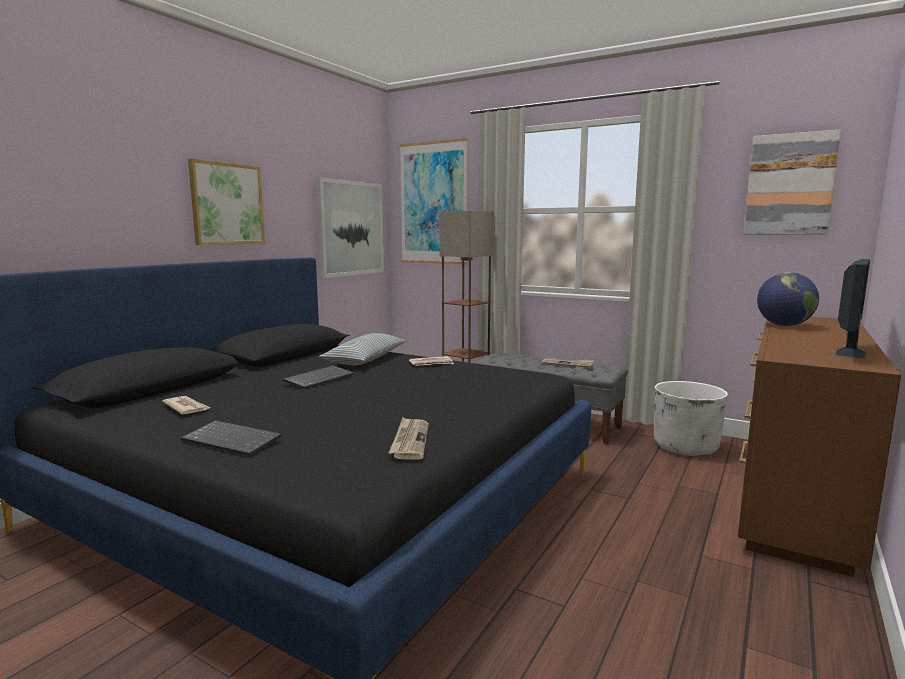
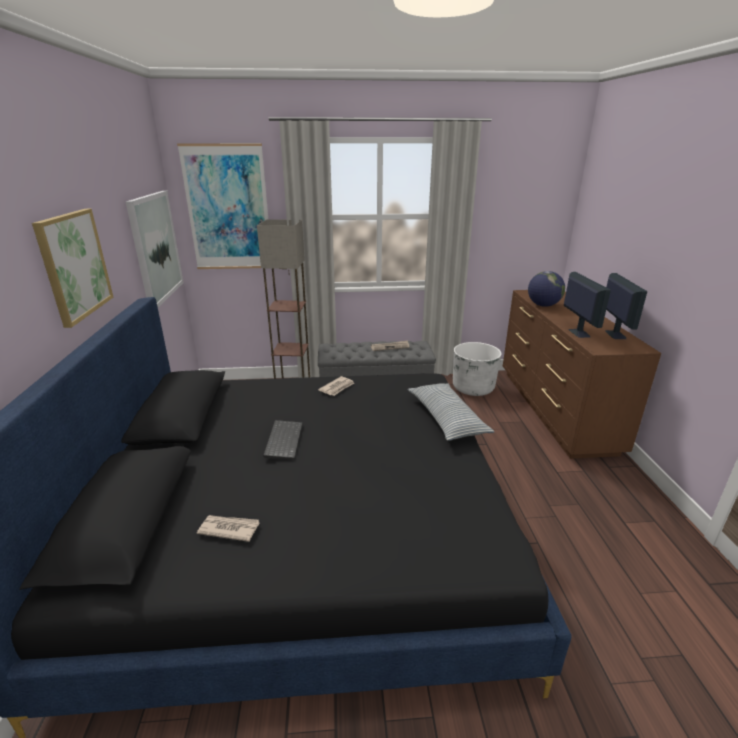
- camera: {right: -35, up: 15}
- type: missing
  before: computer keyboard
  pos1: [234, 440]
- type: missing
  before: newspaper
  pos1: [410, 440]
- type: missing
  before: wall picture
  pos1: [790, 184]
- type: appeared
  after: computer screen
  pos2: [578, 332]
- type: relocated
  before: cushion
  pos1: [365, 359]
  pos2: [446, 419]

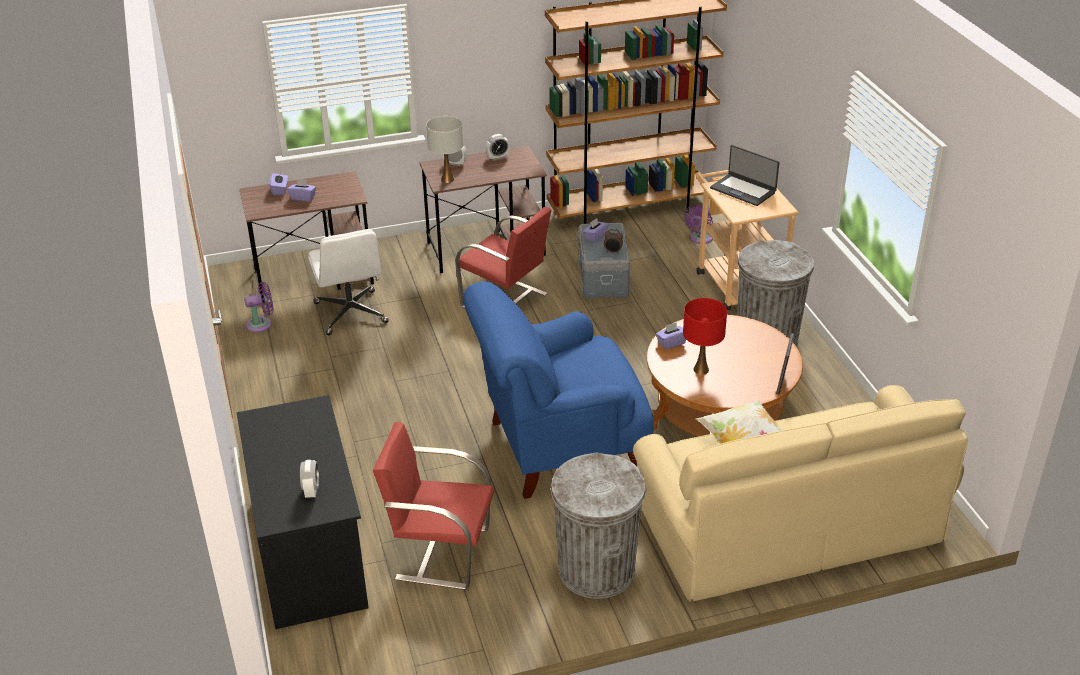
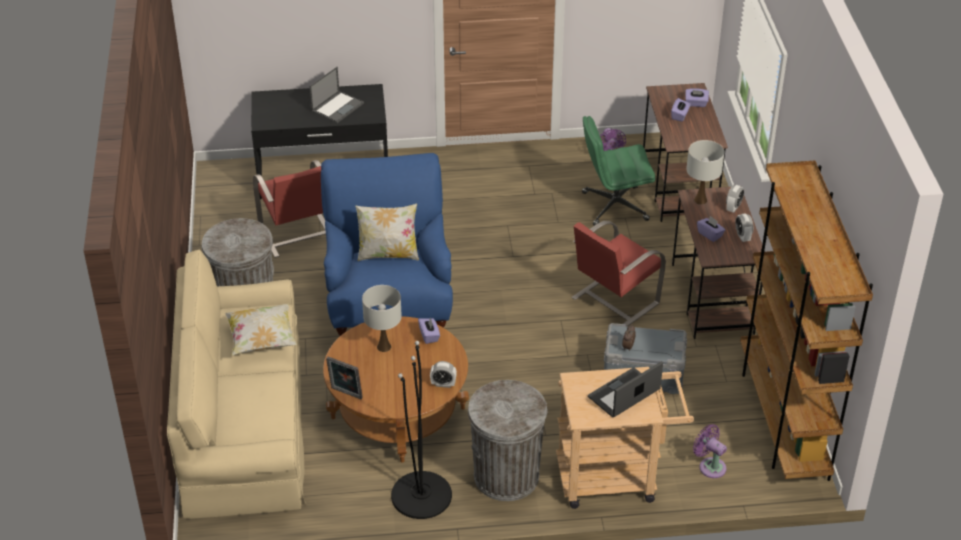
- camera: {right: 100, up: 5}
- type: appeared
  after: laptop
  pos2: [338, 107]
- type: appeared
  after: cushion
  pos2: [388, 254]
- type: appeared
  after: black-coloured floor lamp
  pos2: [421, 495]
- type: relocated
  before: alarm clock
  pos1: [311, 490]
  pos2: [443, 384]
- type: relocated
  before: purple tissue box
  pos1: [595, 237]
  pos2: [710, 234]
- type: colour
  before: whitish office chair
  after: green-coloured office chair
  pos1: [351, 313]
  pos2: [614, 206]
- type: colour
  before: red table lamp
  after: whitish table lamp
  pos1: [701, 369]
  pos2: [384, 347]
- type: spun
  before: red chair
  pos1: [441, 552]
  pos2: [297, 234]
  turn: 135

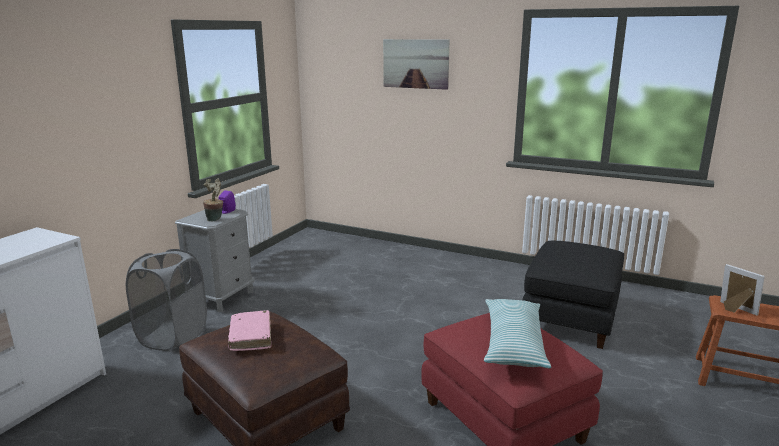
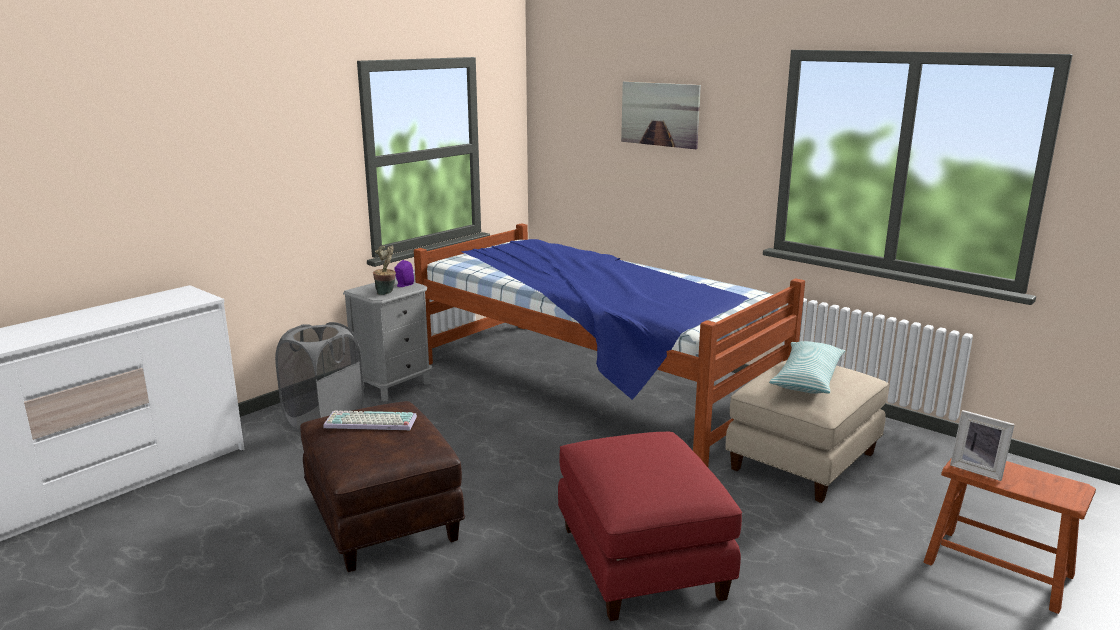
- camera: {right: 15, up: 0}
- type: appeared
  after: bed
  pos2: [593, 385]
- type: relocated
  before: cushion
  pos1: [513, 343]
  pos2: [807, 378]
- type: exchanged
  before: pinkish bound book
  after: computer keyboard
  pos1: [250, 336]
  pos2: [369, 423]
- type: colour
  before: black-coloured footrest
  after: beige footrest
  pos1: [569, 318]
  pos2: [802, 460]
- type: spun
  before: standing frame
  pos1: [735, 310]
  pos2: [978, 469]
  turn: 150

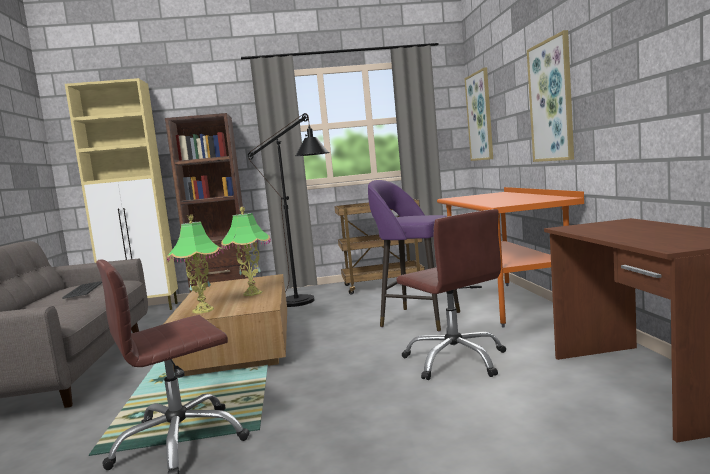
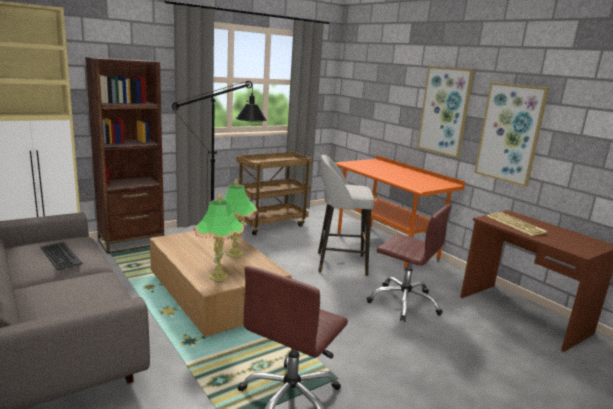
- camera: {right: -30, up: 10}
- type: appeared
  after: computer keyboard
  pos2: [516, 224]
- type: relocated
  before: wall picture
  pos1: [480, 116]
  pos2: [510, 133]
- type: colour
  before: purple stool seat
  after: grey stool seat
  pos1: [418, 319]
  pos2: [339, 263]

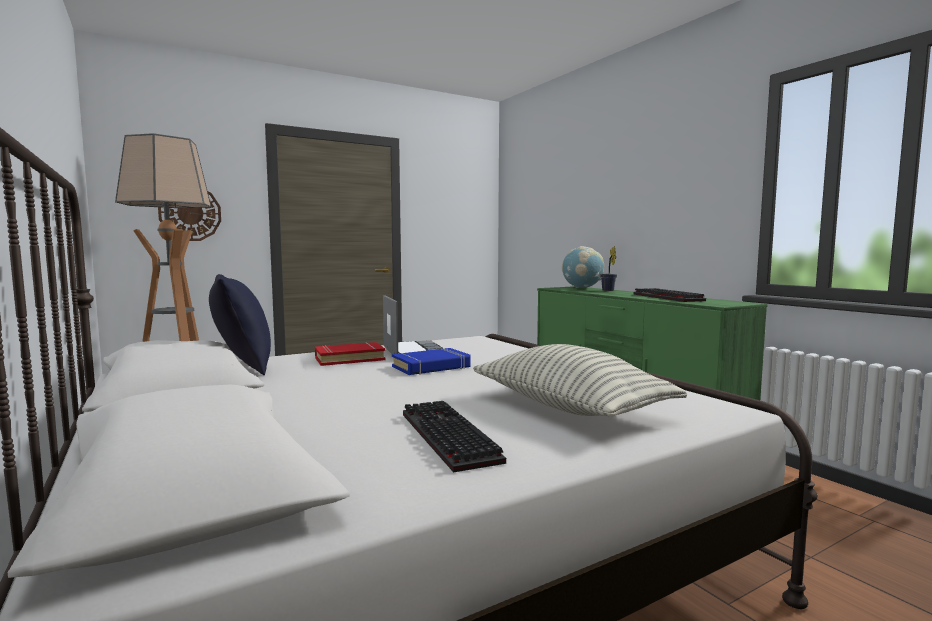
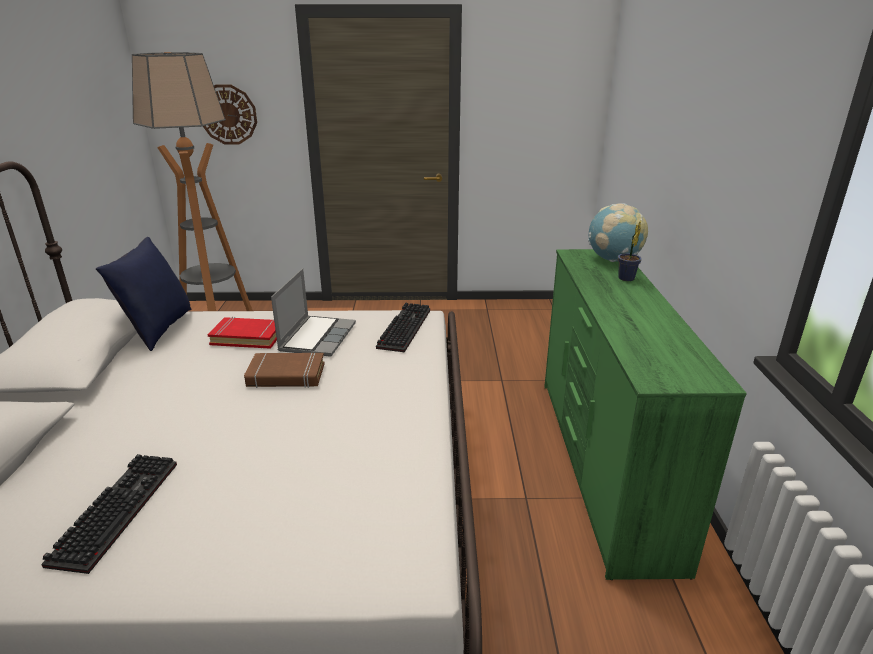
- camera: {right: 30, up: 20}
- type: missing
  before: cushion
  pos1: [569, 407]
- type: relocated
  before: computer keyboard
  pos1: [665, 297]
  pos2: [403, 328]
- type: colour
  before: blue bound book
  after: brown-coloured bound book
  pos1: [431, 367]
  pos2: [286, 375]

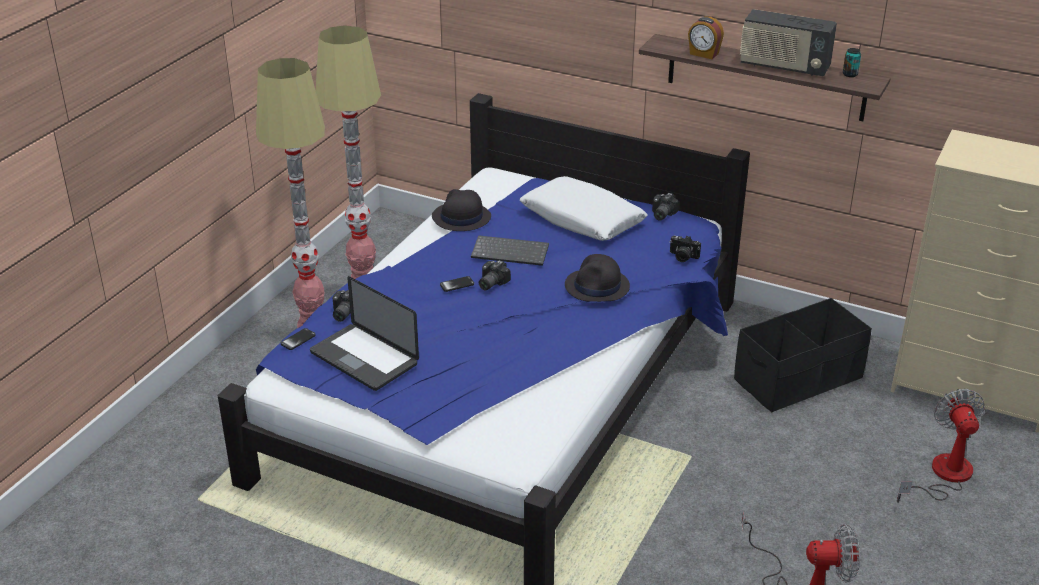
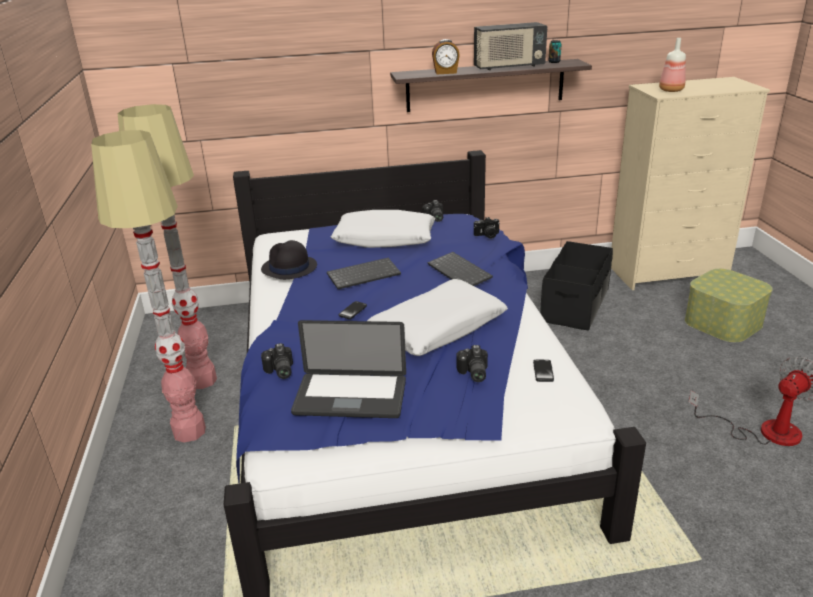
- camera: {right: -35, up: -5}
- type: appeared
  after: whitish cushion
  pos2: [437, 328]
- type: appeared
  after: bottle
  pos2: [670, 90]
- type: relocated
  before: phone
  pos1: [298, 340]
  pos2: [543, 371]
- type: relocated
  before: photo camera
  pos1: [490, 283]
  pos2: [472, 373]
- type: exchanged
  before: black-coloured clothing hat
  after: computer keyboard
  pos1: [597, 286]
  pos2: [461, 272]
- type: exchanged
  before: electric fan
  after: storage bin
  pos1: [942, 476]
  pos2: [723, 322]

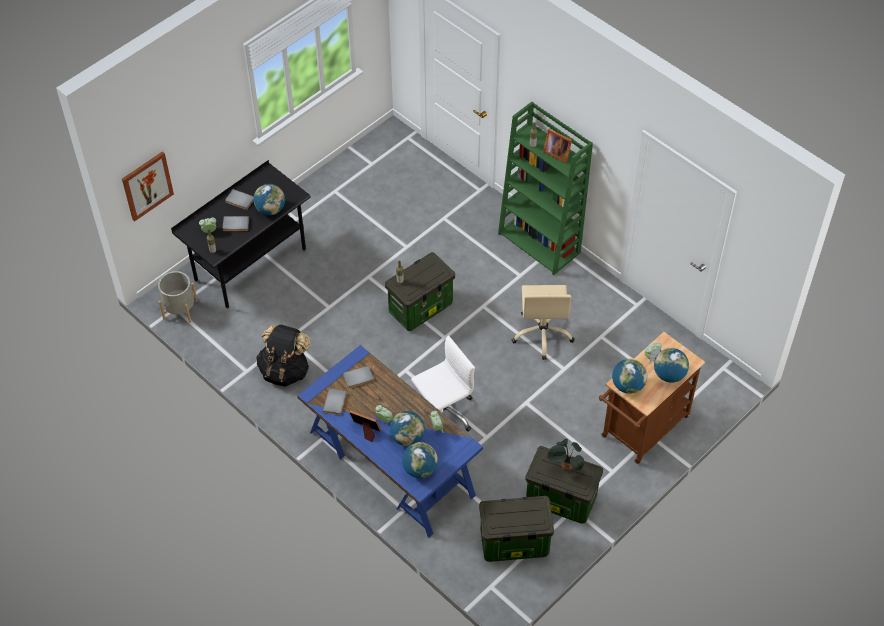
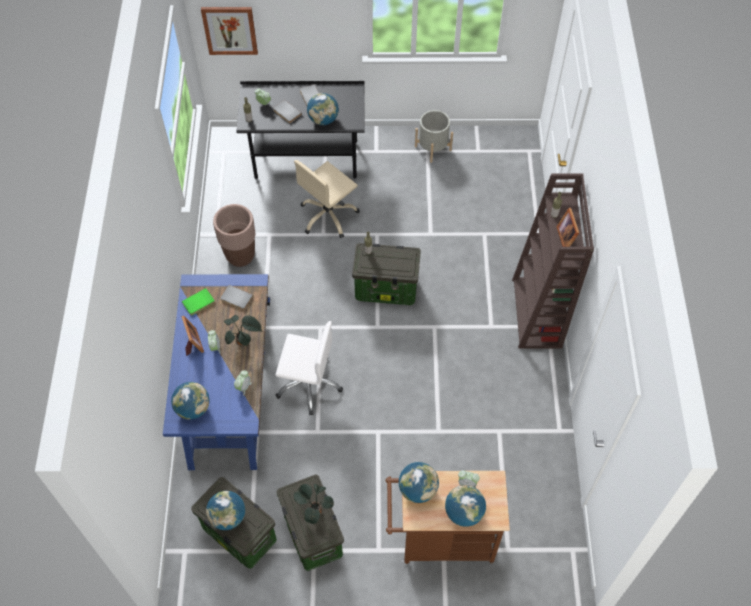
- camera: {right: 45, up: 5}
- type: appeared
  after: plant in a pot
  pos2: [244, 342]
- type: relocated
  before: grey planter
  pos1: [180, 309]
  pos2: [433, 148]
- type: relocated
  before: desk globe
  pos1: [407, 437]
  pos2: [228, 517]
- type: relocated
  before: beige office chair
  pos1: [542, 334]
  pos2: [328, 216]
- type: exchanged
  before: black-coloured knapsack
  after: brown-coloured planter
  pos1: [285, 370]
  pos2: [240, 256]
- type: colour
  before: grey bound book
  after: green-coloured bound book
  pos1: [336, 402]
  pos2: [199, 303]
- type: colour
  before: green-coloured bookcase
  after: brown-coloured bookcase
  pos1: [540, 243]
  pos2: [537, 313]

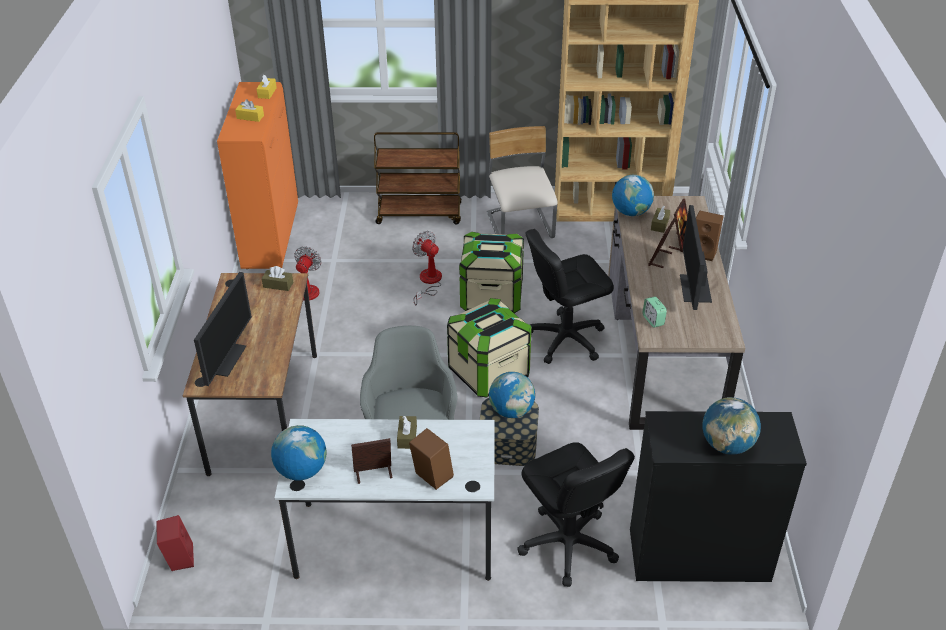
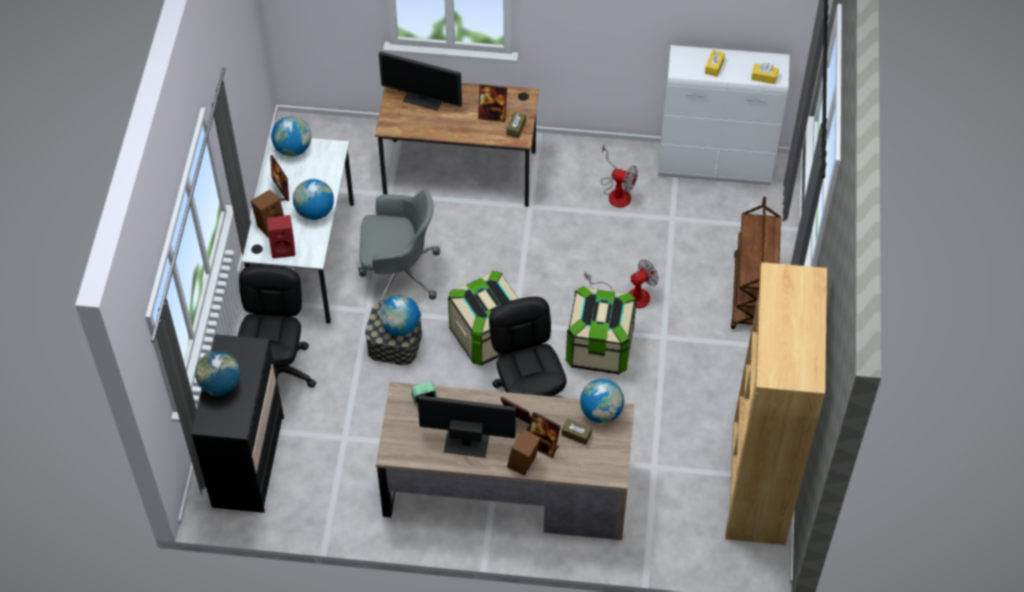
- camera: {right: 95, up: 15}
- type: missing
  before: beige chair
  pos1: [520, 227]
- type: appeared
  after: standing frame
  pos2: [492, 116]
- type: relocated
  before: red loudspeaker
  pos1: [179, 558]
  pos2: [283, 247]
- type: exchanged
  before: brown-coloured tissue box
  after: desk globe
  pos1: [407, 437]
  pos2: [315, 211]
- type: colour
  before: orange-coloured cupboard
  after: whitish cupboard
  pos1: [271, 237]
  pos2: [715, 166]
- type: spun
  before: black-coloured office chair
  pos1: [568, 545]
  pos2: [278, 372]
  turn: 120

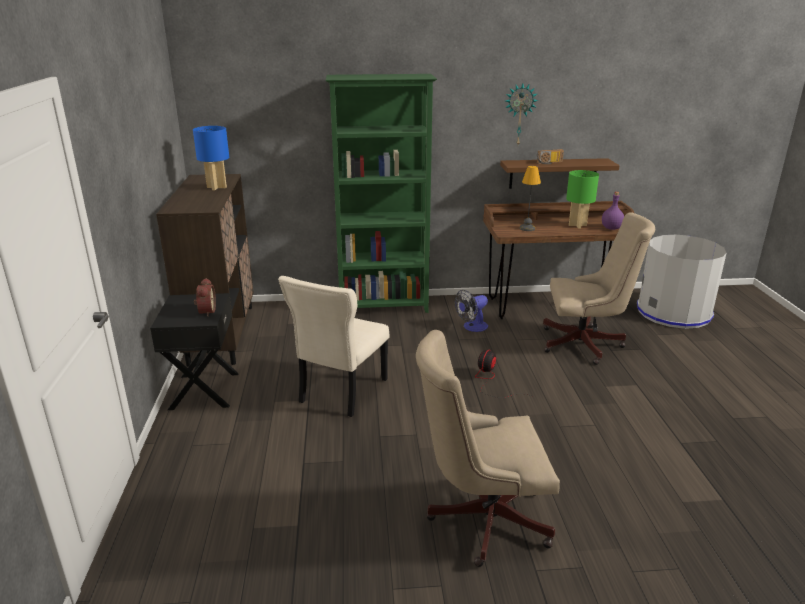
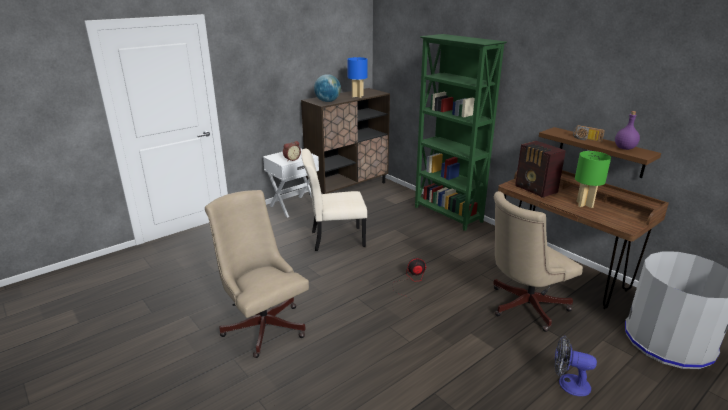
- camera: {right: 55, up: 0}
- type: missing
  before: hanging clock
  pos1: [519, 114]
- type: appeared
  after: desk globe
  pos2: [328, 101]
- type: relocated
  before: electric fan
  pos1: [472, 327]
  pos2: [568, 383]
- type: relocated
  before: purple bottle
  pos1: [611, 228]
  pos2: [625, 148]
- type: exchanged
  before: table lamp
  after: radio receiver
  pos1: [527, 228]
  pos2: [536, 190]
- type: colour
  before: black-coloured nightstand
  after: whitish nightstand
  pos1: [203, 391]
  pos2: [293, 206]
- type: spun
  before: beige office chair
  pos1: [586, 344]
  pos2: [523, 307]
  turn: 90

